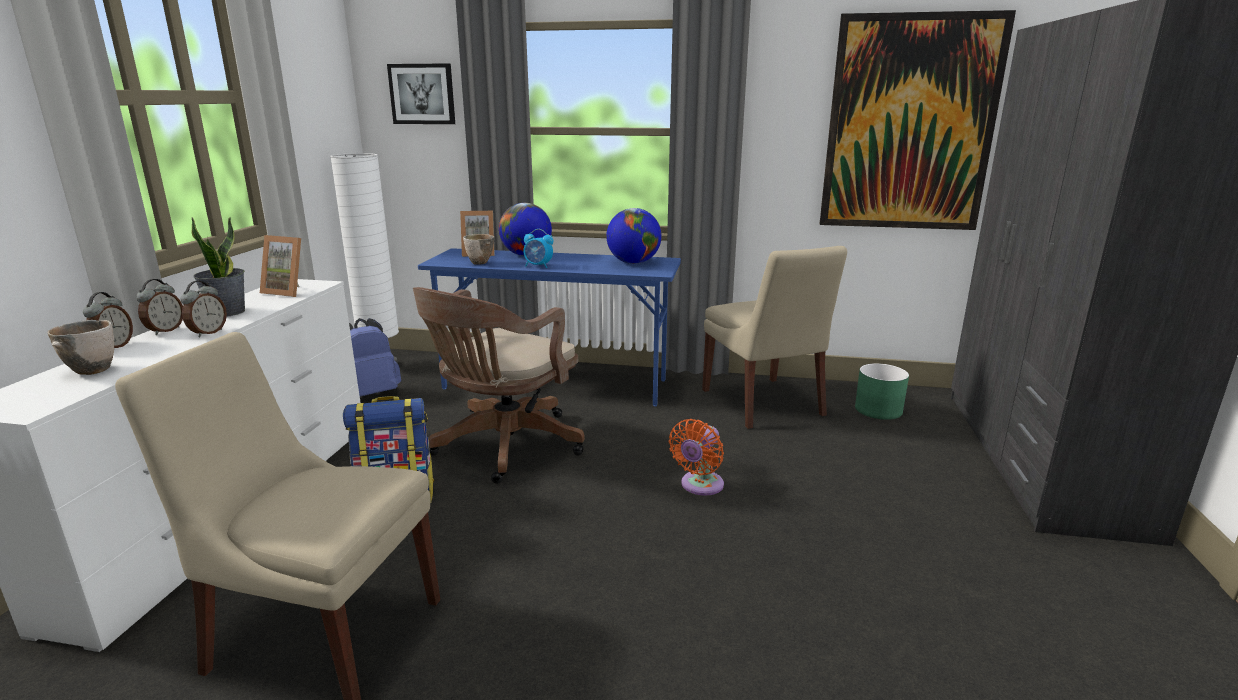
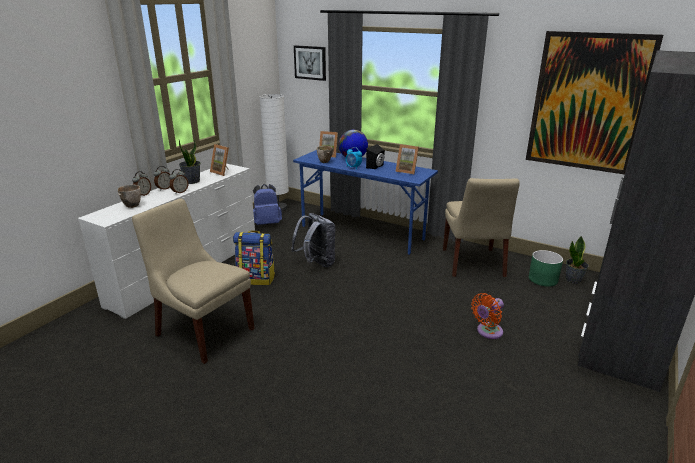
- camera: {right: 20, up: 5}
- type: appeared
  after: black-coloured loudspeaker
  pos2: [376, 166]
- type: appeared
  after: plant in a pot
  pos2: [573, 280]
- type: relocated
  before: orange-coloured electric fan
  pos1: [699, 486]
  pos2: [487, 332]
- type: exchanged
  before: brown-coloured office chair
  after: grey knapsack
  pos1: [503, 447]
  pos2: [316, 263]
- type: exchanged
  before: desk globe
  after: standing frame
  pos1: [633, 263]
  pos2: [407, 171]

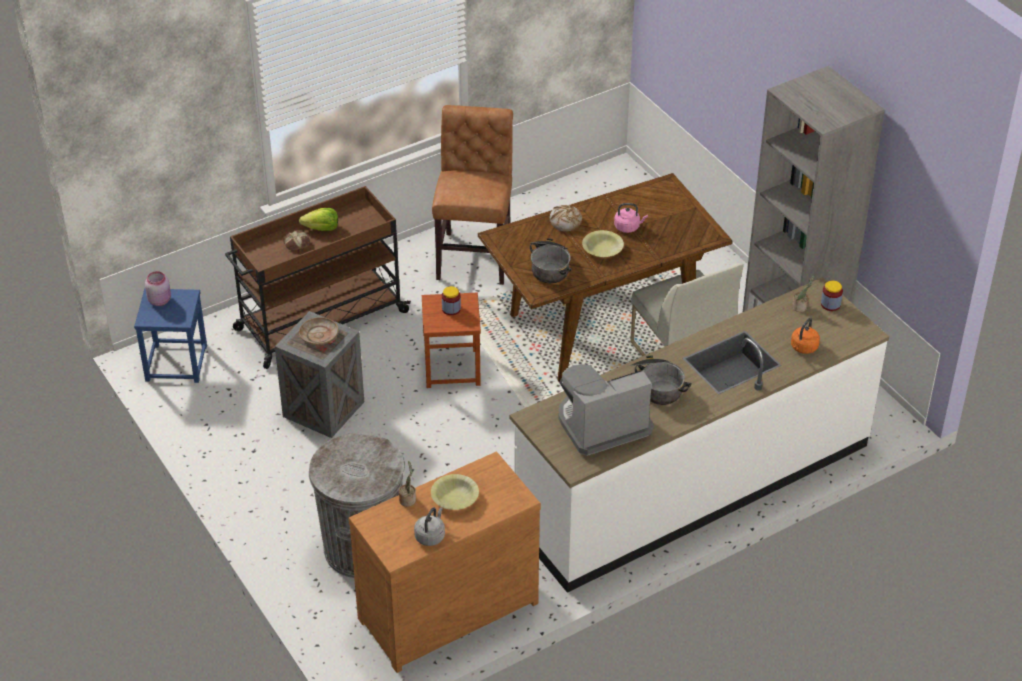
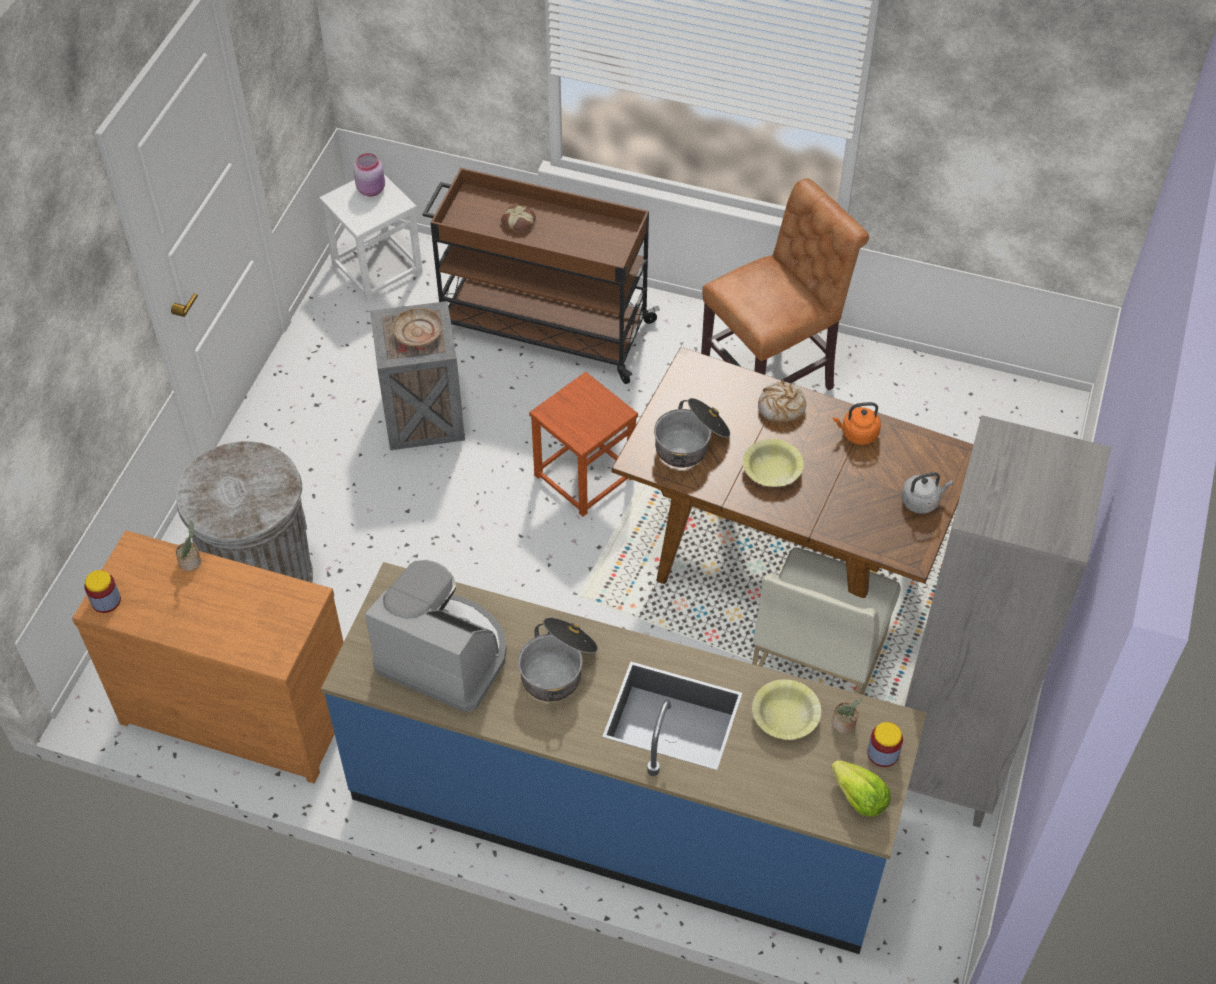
- camera: {right: 50, up: 10}
- type: missing
  before: pinkish tea kettle
  pos1: [628, 227]
- type: relocated
  before: head of lettuce
  pos1: [321, 229]
  pos2: [859, 798]
- type: relocated
  before: grey tea kettle
  pos1: [430, 536]
  pos2: [922, 501]
- type: relocated
  before: yellow deep dish
  pos1: [455, 498]
  pos2: [785, 716]
- type: relocated
  before: jar
  pos1: [451, 309]
  pos2: [106, 601]
- type: relocated
  before: orange-coloured tea kettle
  pos1: [803, 348]
  pos2: [857, 434]
- type: colour
  before: blue stool seat
  after: whitish stool seat
  pos1: [176, 363]
  pos2: [377, 267]
- type: colour
  before: whitish kitchen base unit
  after: blue kitchen base unit
  pos1: [693, 485]
  pos2: [621, 812]

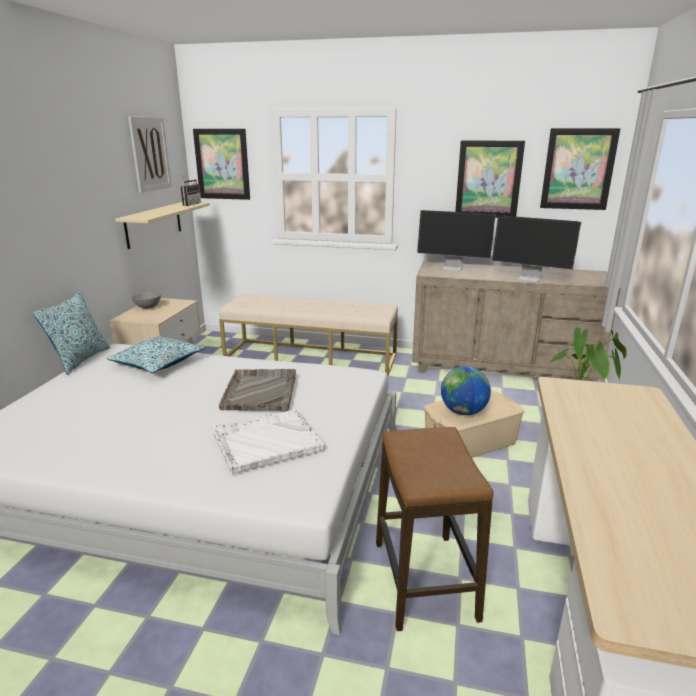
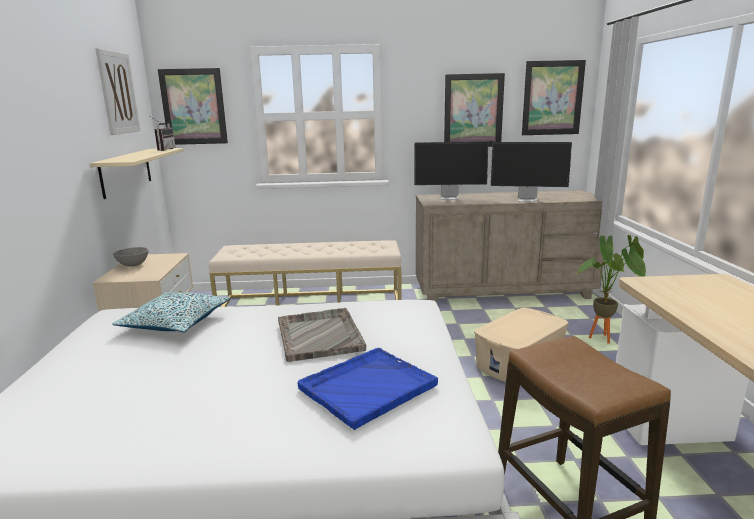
- camera: {right: -15, up: -5}
- type: missing
  before: cushion
  pos1: [81, 359]
- type: missing
  before: desk globe
  pos1: [463, 412]
- type: colour
  before: whitish carrying tray
  after: blue carrying tray
  pos1: [266, 442]
  pos2: [366, 387]

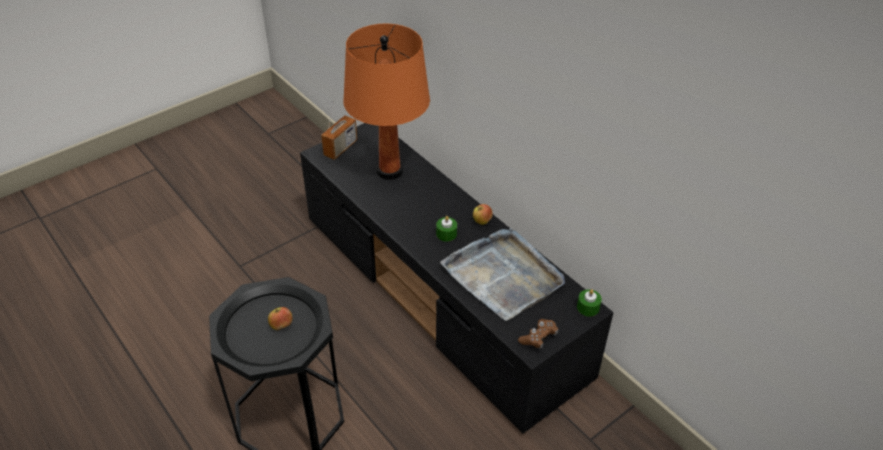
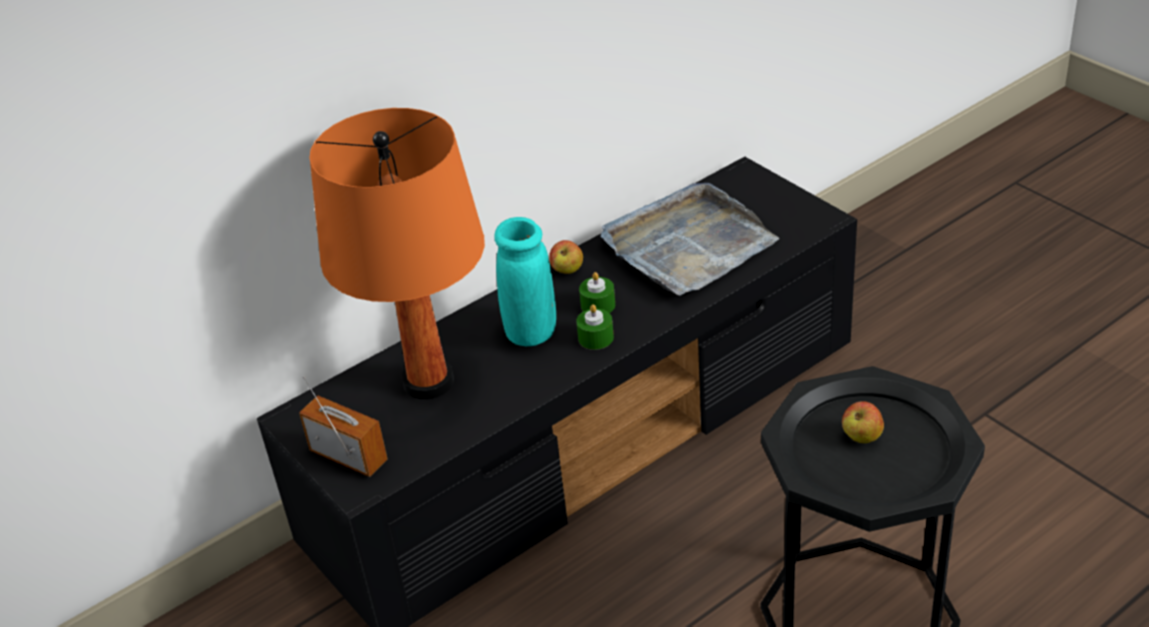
- camera: {right: -85, up: -5}
- type: missing
  before: brown-coloured joypad
  pos1: [538, 338]
- type: appeared
  after: turquoise decorative vase
  pos2: [531, 332]
- type: relocated
  before: green-coloured wax light
  pos1: [588, 307]
  pos2: [595, 338]

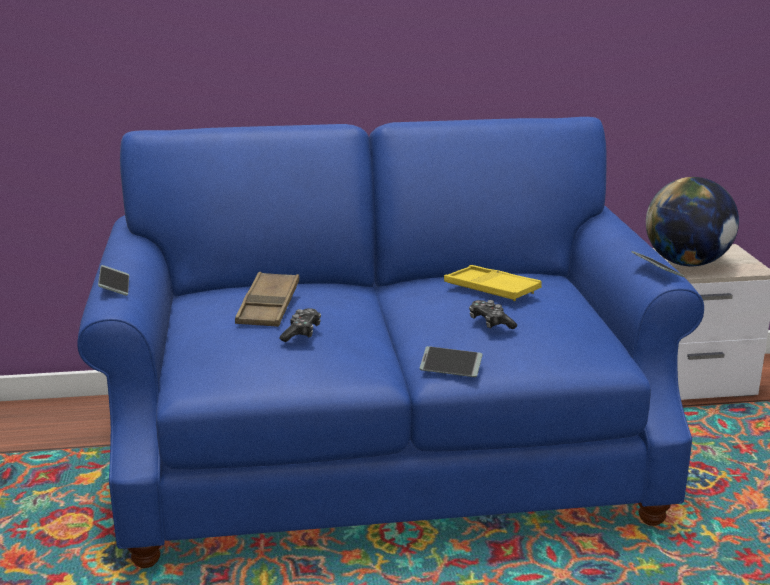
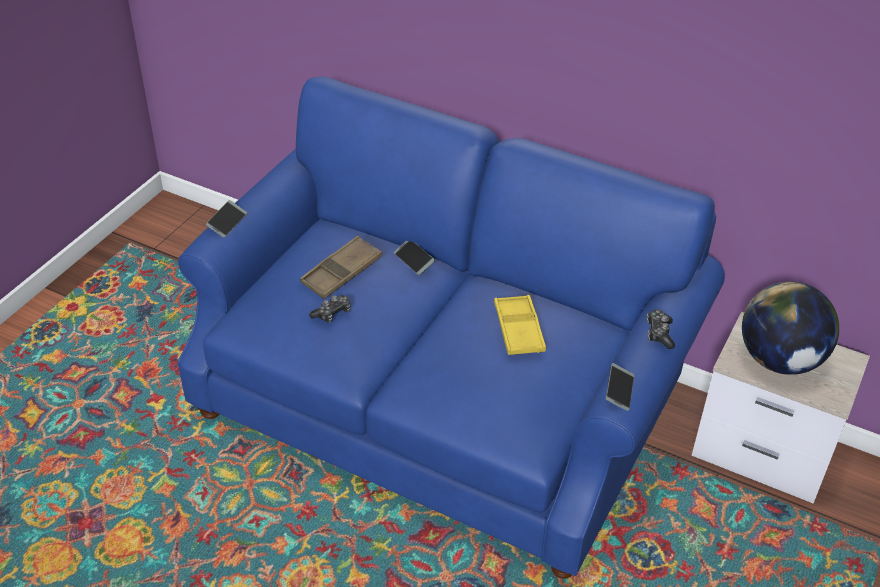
- camera: {right: 35, up: 20}
- type: relocated
  before: phone
  pos1: [450, 368]
  pos2: [414, 260]
- type: relocated
  before: joypad
  pos1: [490, 323]
  pos2: [659, 333]

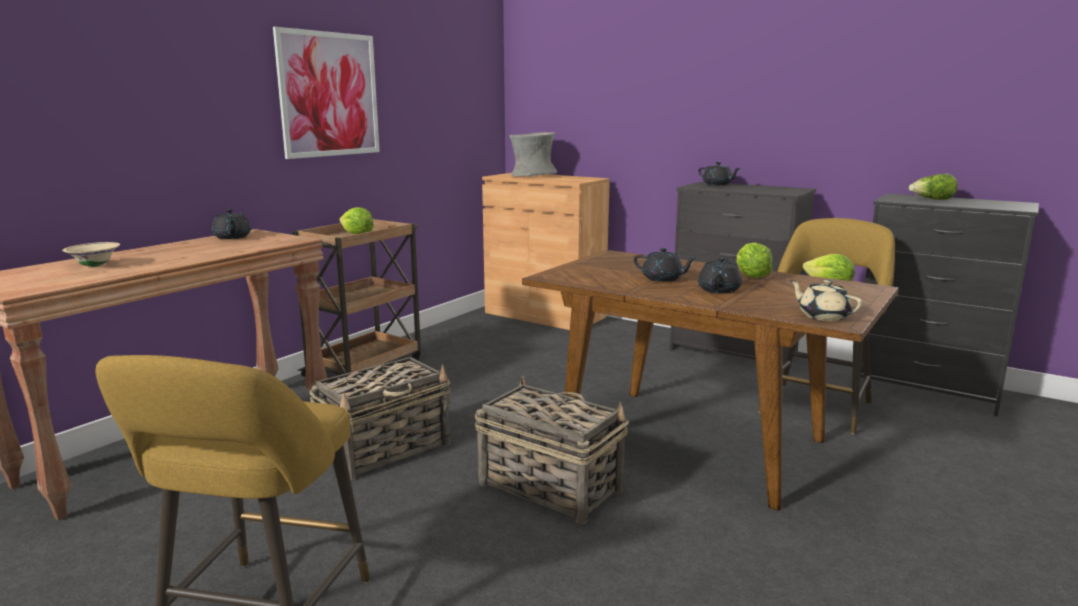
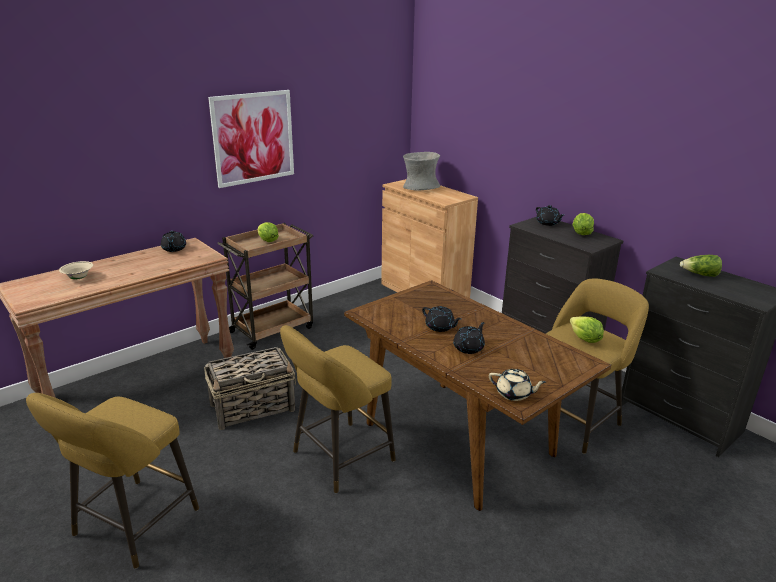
- camera: {right: 15, up: 10}
- type: relocated
  before: head of lettuce
  pos1: [751, 277]
  pos2: [581, 233]
- type: exchanged
  before: household basket
  after: yellow stool seat
  pos1: [548, 486]
  pos2: [338, 459]
- type: spun
  before: beige pot for tea
  pos1: [823, 316]
  pos2: [514, 394]
  turn: 135

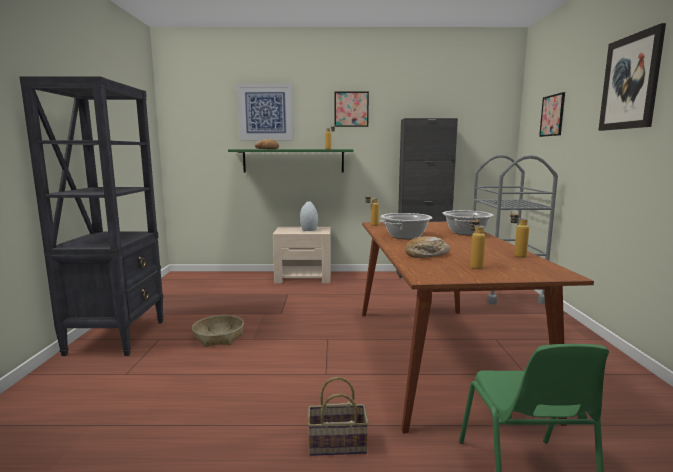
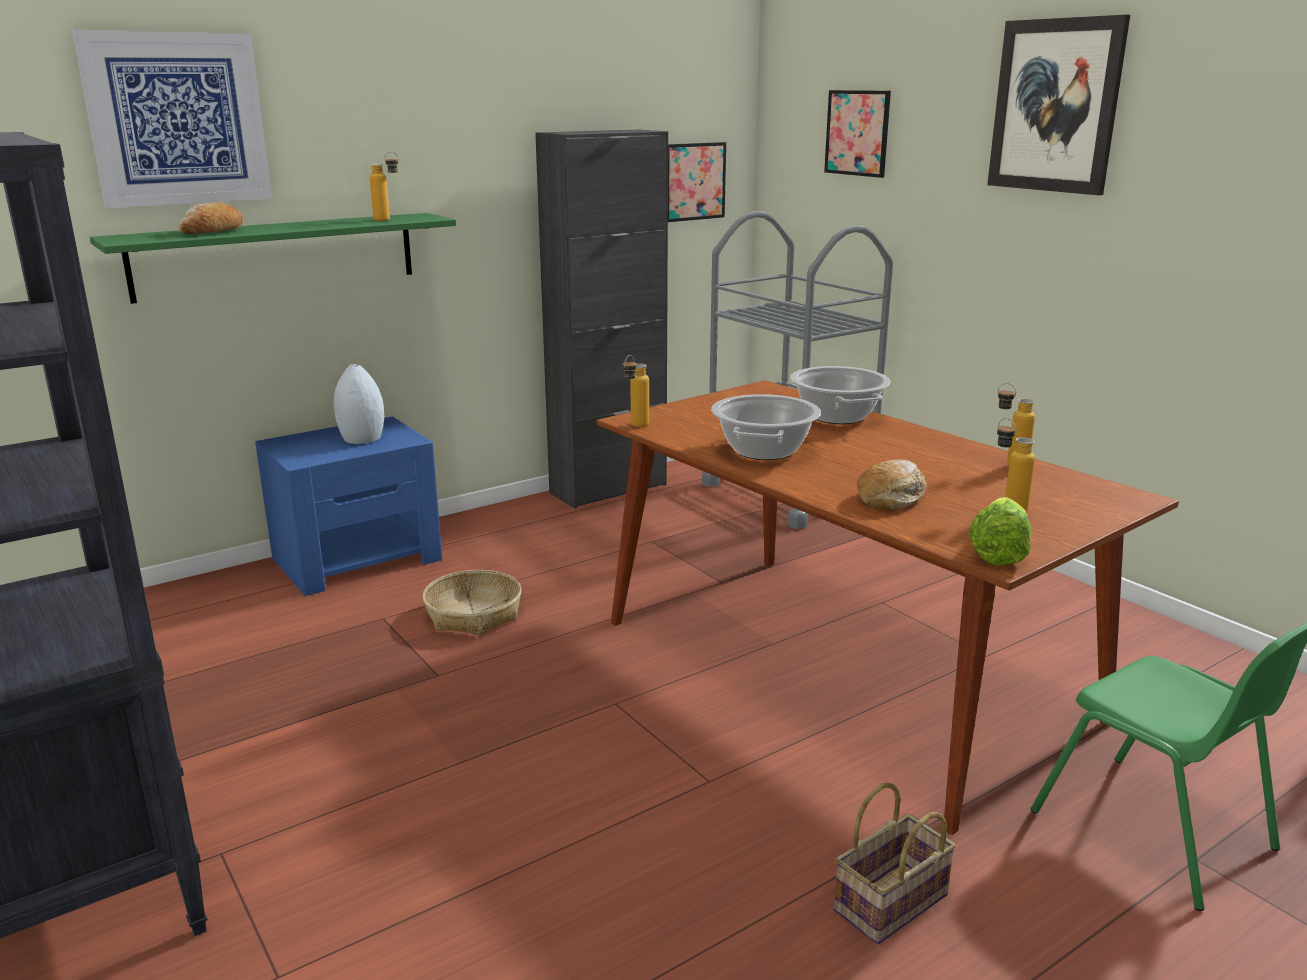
- camera: {right: -35, up: 10}
- type: appeared
  after: head of lettuce
  pos2: [997, 553]
- type: relocated
  before: household basket
  pos1: [219, 337]
  pos2: [474, 614]
- type: relocated
  before: wall picture
  pos1: [351, 109]
  pos2: [694, 181]
- type: colour
  before: beige nightstand
  after: blue nightstand
  pos1: [304, 277]
  pos2: [358, 558]

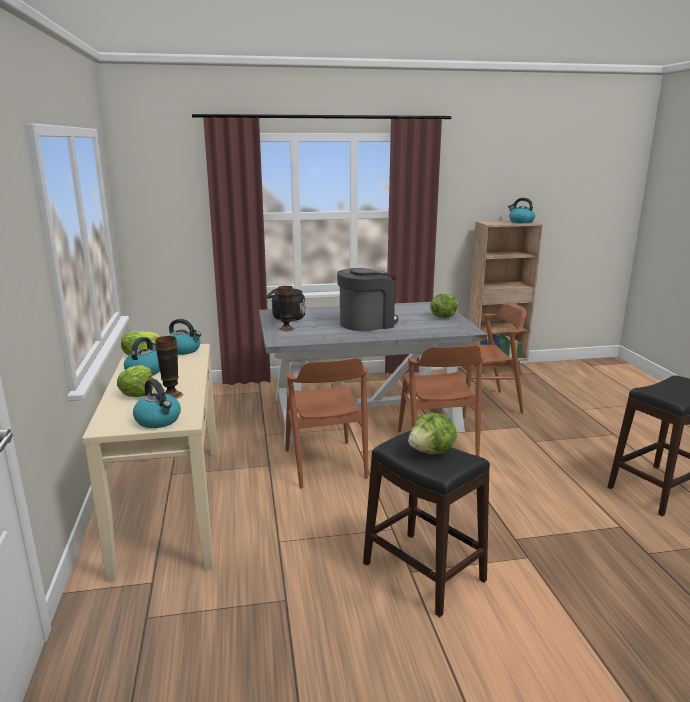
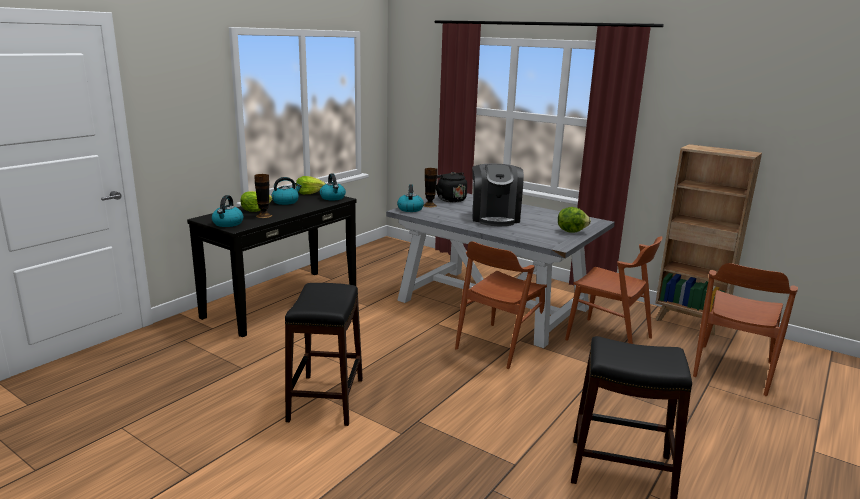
- camera: {right: 45, up: 0}
- type: missing
  before: head of lettuce
  pos1: [432, 452]
- type: relocated
  before: brown-coloured chair
  pos1: [325, 464]
  pos2: [732, 369]
- type: relocated
  before: tea kettle
  pos1: [520, 222]
  pos2: [410, 209]
- type: colour
  before: beige hall table
  after: black-coloured hall table
  pos1: [170, 506]
  pos2: [282, 301]
- type: spun
  before: coffee machine
  pos1: [367, 323]
  pos2: [495, 217]
  turn: 75

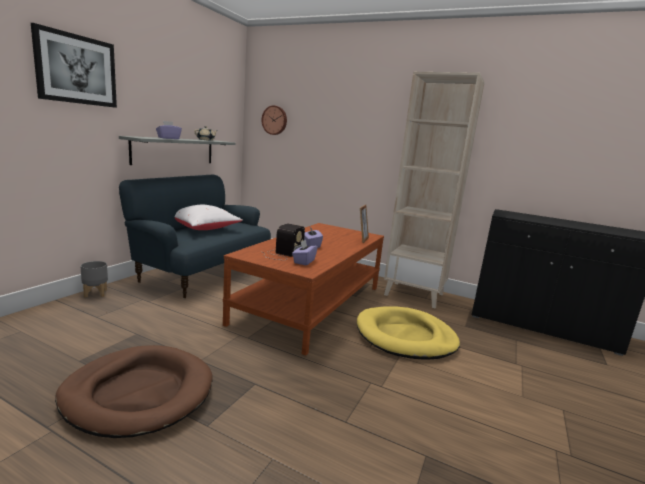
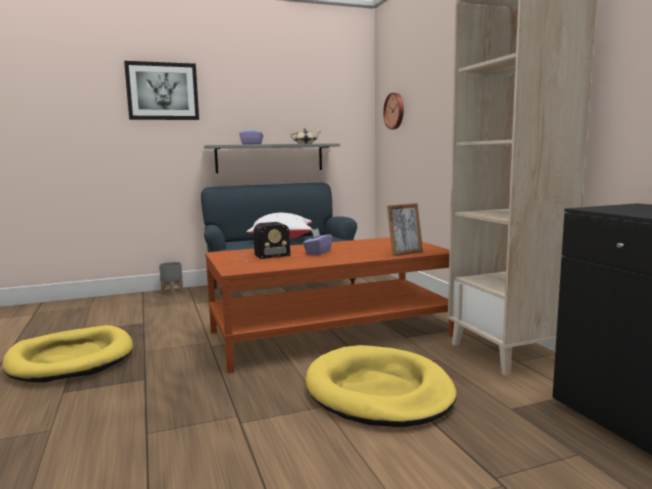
- camera: {right: 45, up: -5}
- type: missing
  before: purple tissue box
  pos1: [304, 261]
- type: colour
  before: brown-coloured pet bed
  after: yellow pet bed
  pos1: [139, 393]
  pos2: [71, 359]

